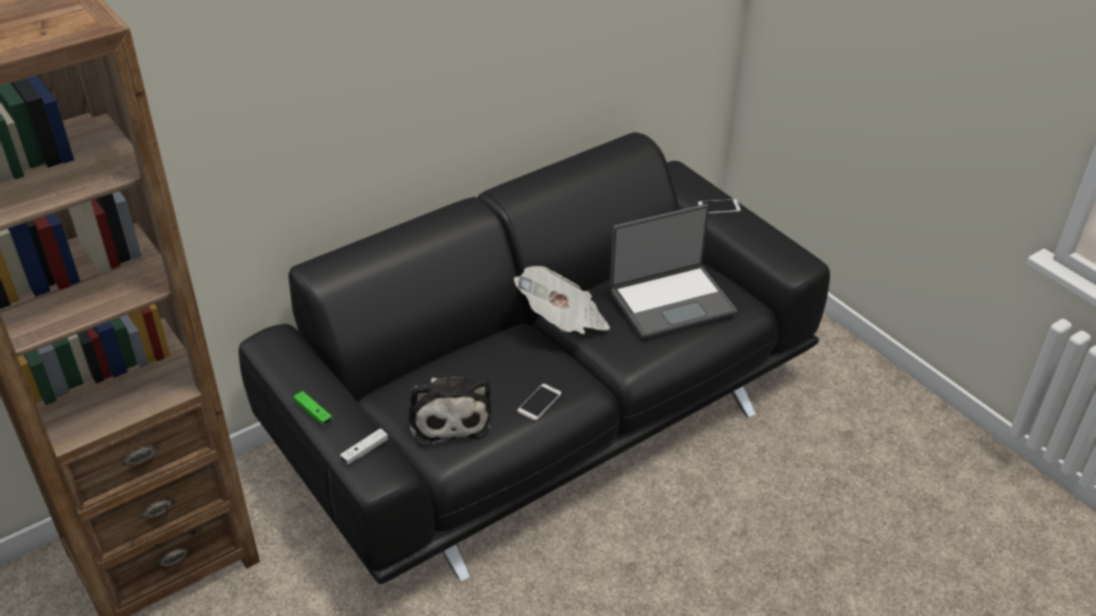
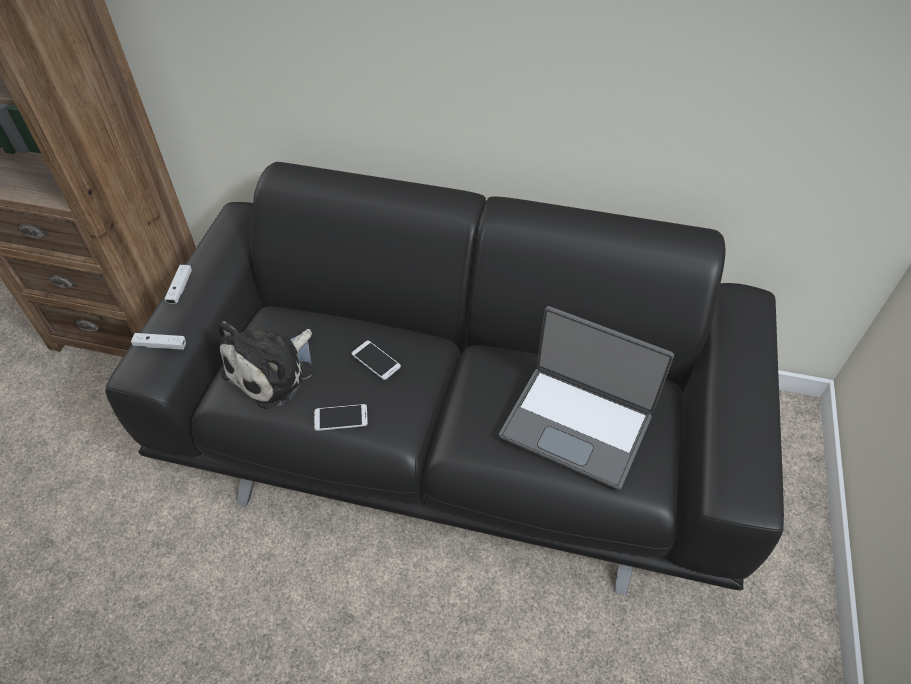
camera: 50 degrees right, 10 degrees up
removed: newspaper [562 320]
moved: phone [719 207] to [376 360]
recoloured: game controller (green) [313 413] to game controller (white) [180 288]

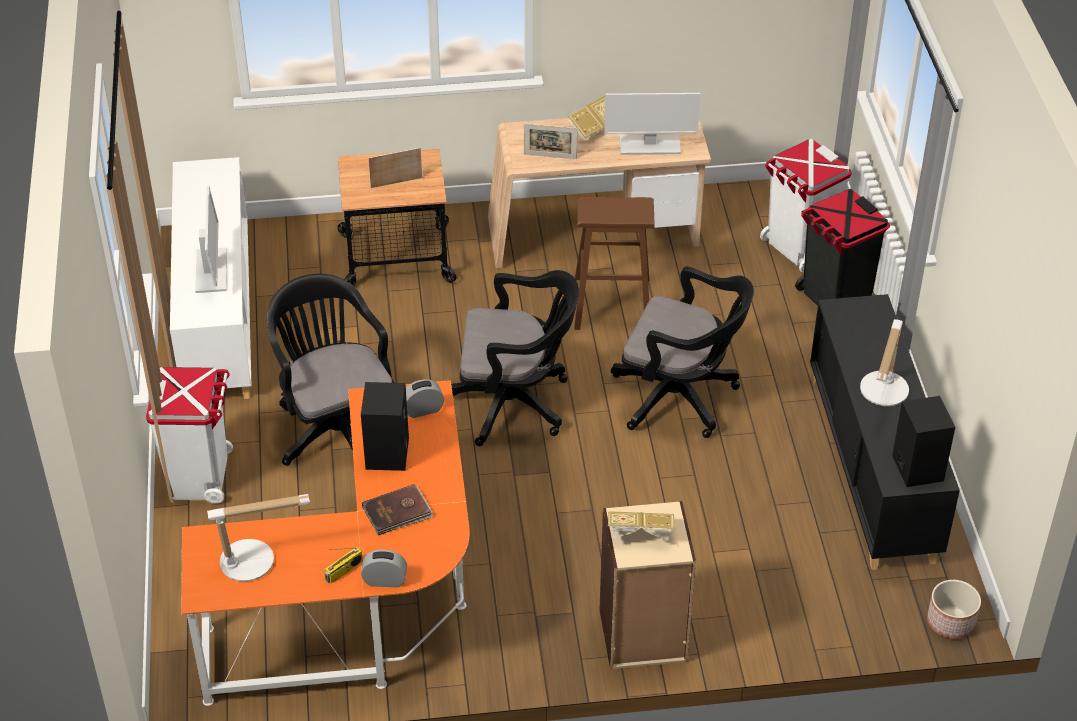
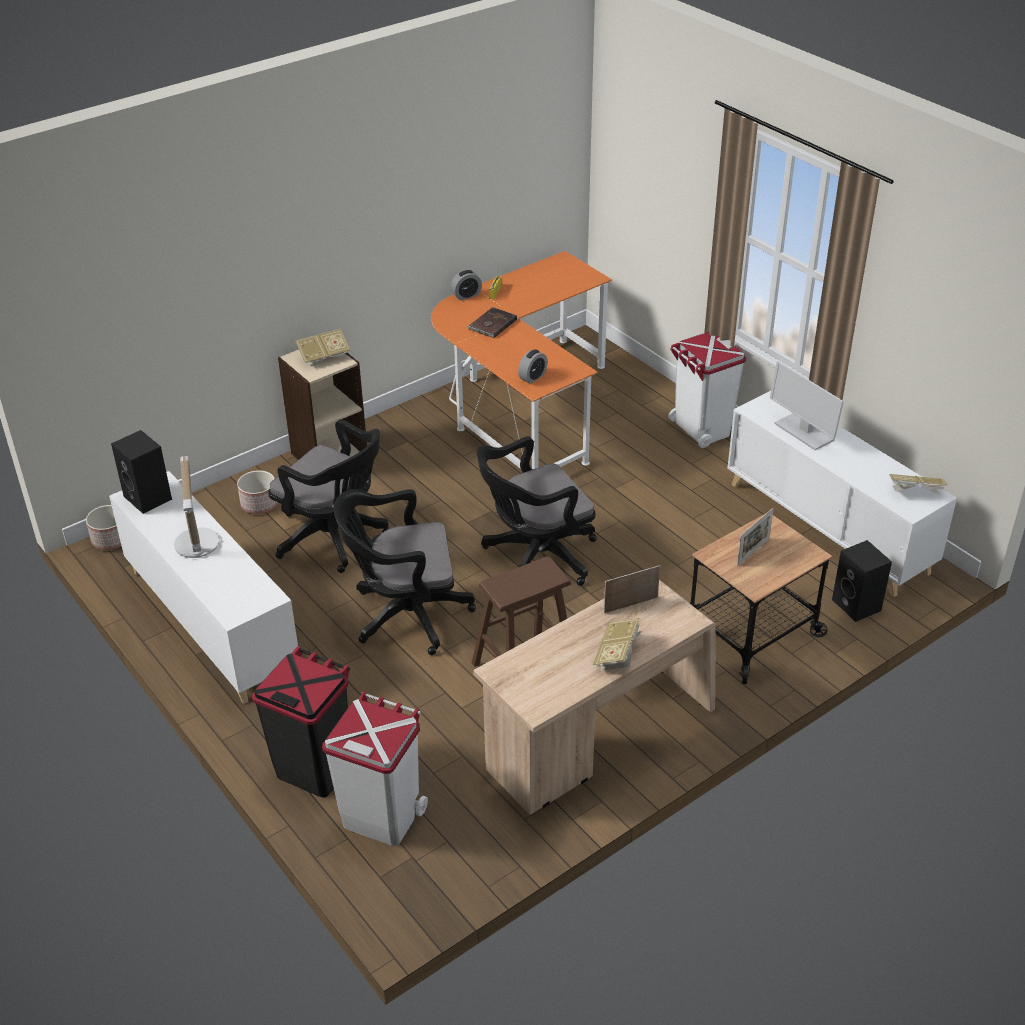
camera: 150 degrees right, 5 degrees down
removed: table lamp [254 561]; monitor [649 145]
added: planter [259 504]; book [915 493]
moved: office chair (black) [336 428] to [335 538]; speaker (black) [386 452] to [858 605]
recoloured: cabinet (black) [872 469] to cabinet (white) [211 622]

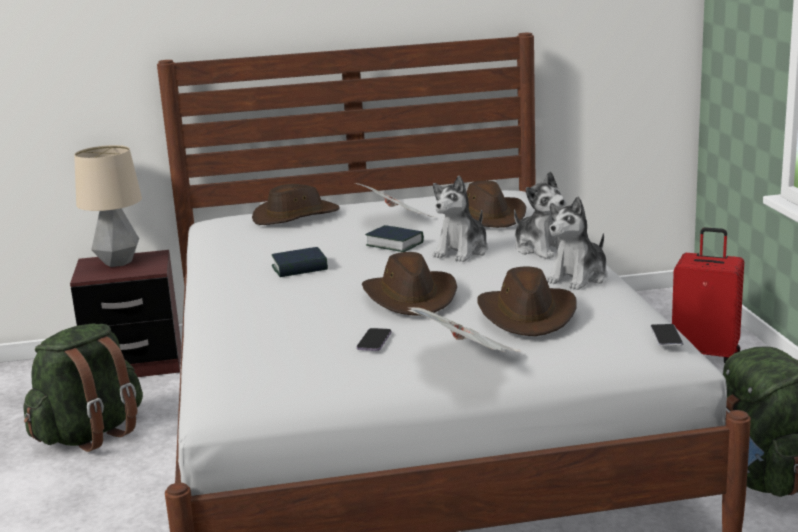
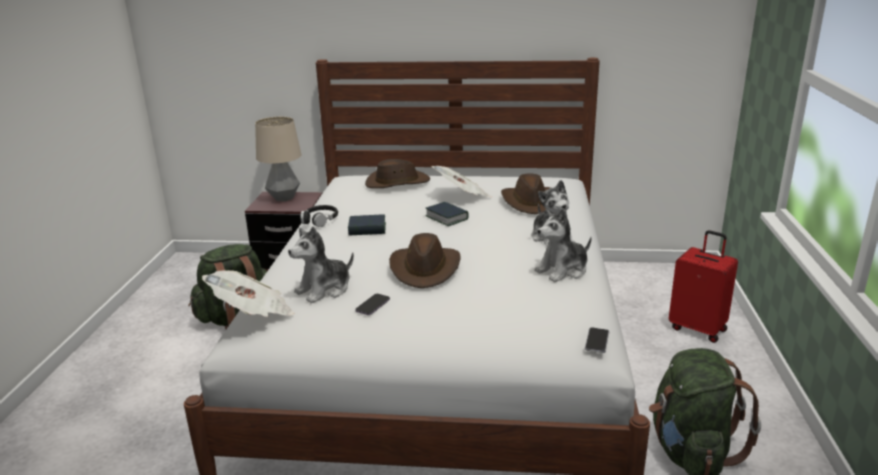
camera: 15 degrees right, 5 degrees up
removed: hat (brown) [527 315]
added: headphones (black) [320 220]
moved: newspaper [465 358] to [253 313]; plush toy [462 252] to [324 289]

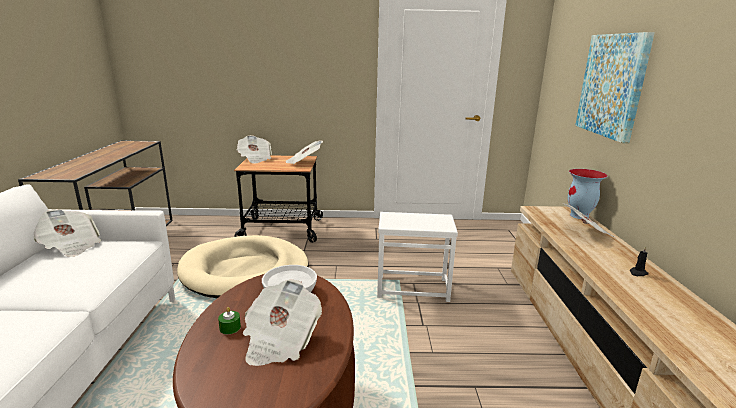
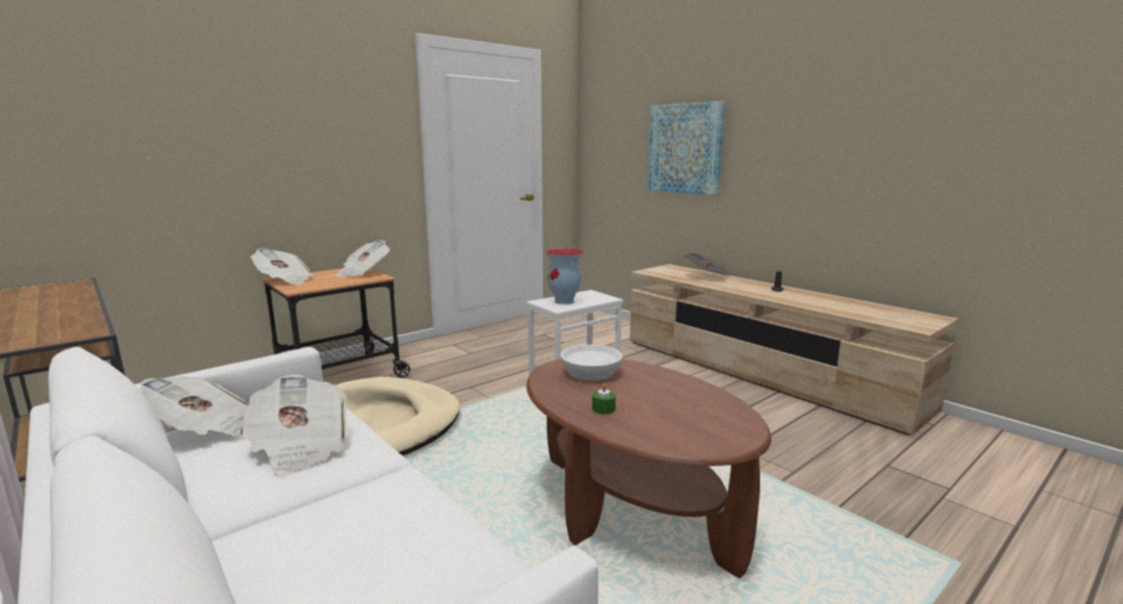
camera: 40 degrees left, 5 degrees down
moved: newspaper [280 340] to [299 448]; vase [579 216] to [565 302]

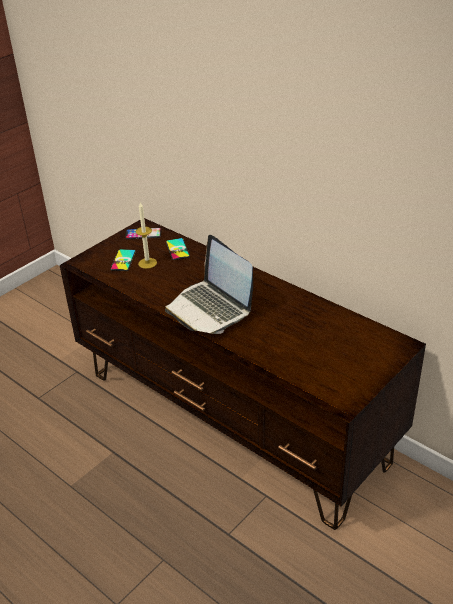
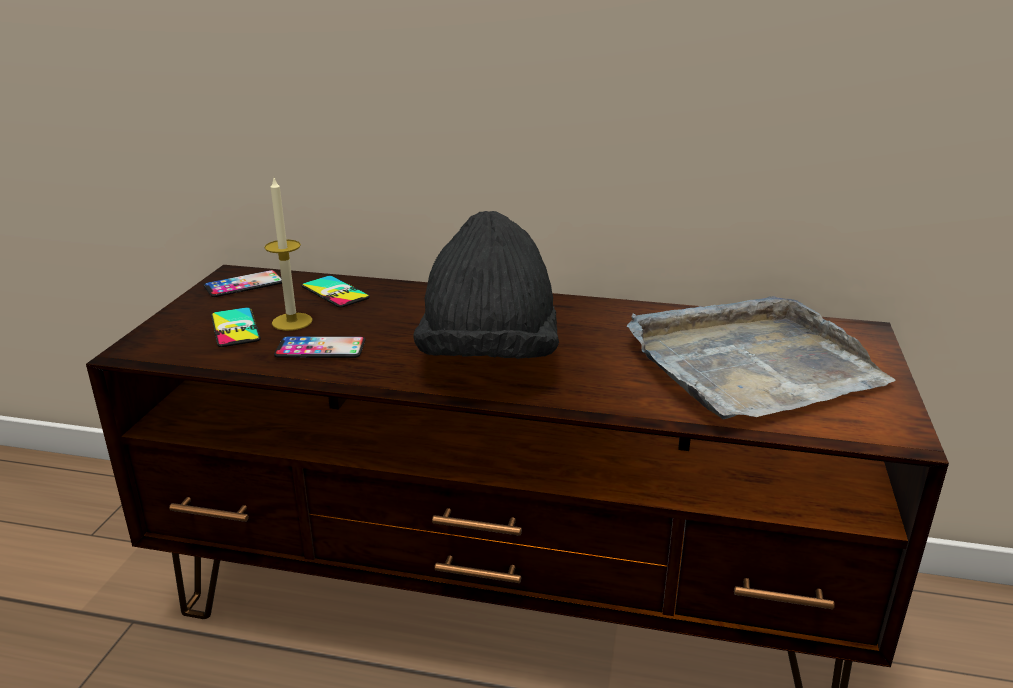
camera: 30 degrees left, 10 degrees down
added: phone [320 348]; tray (grey) [750 364]
replaced: laptop [210 308] to hat (black) [489 359]

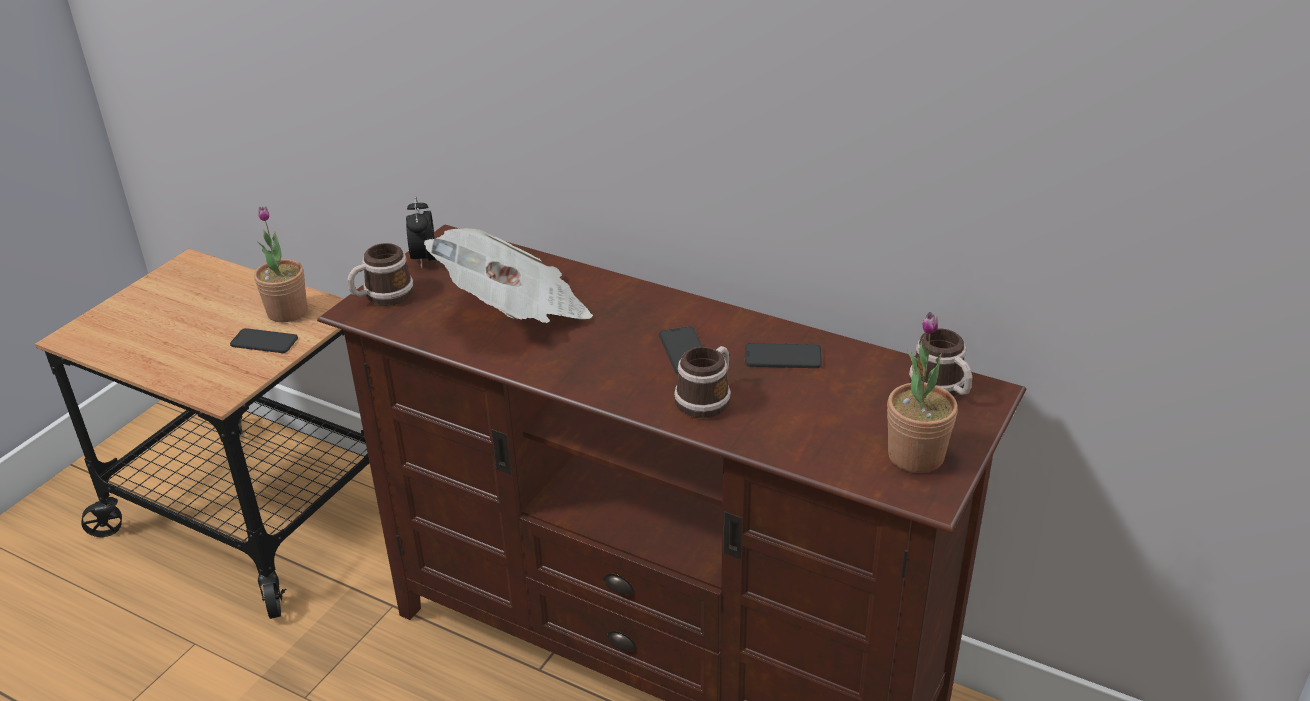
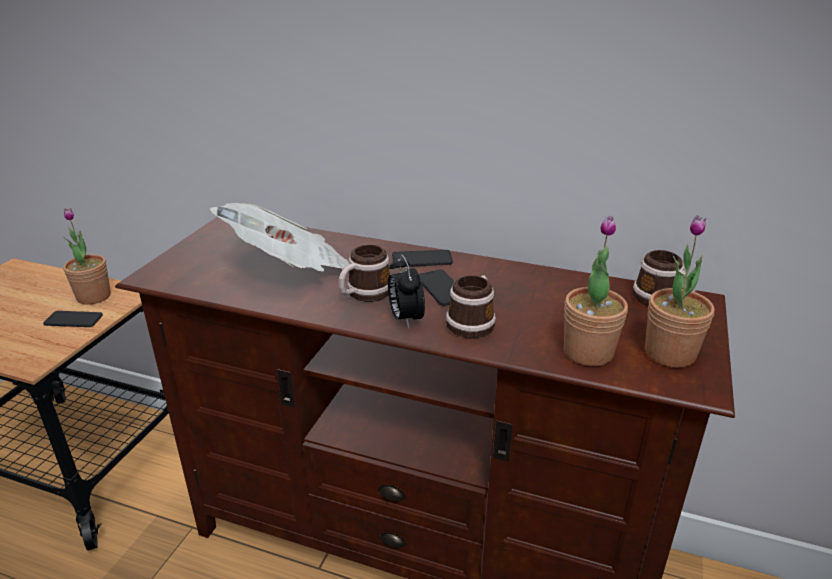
camera: 10 degrees left, 5 degrees down
added: potted plant [588 352]
moved: mug [382 296] to [364 294]; alarm clock [424 259] to [405 318]; phone [782 357] to [422 259]

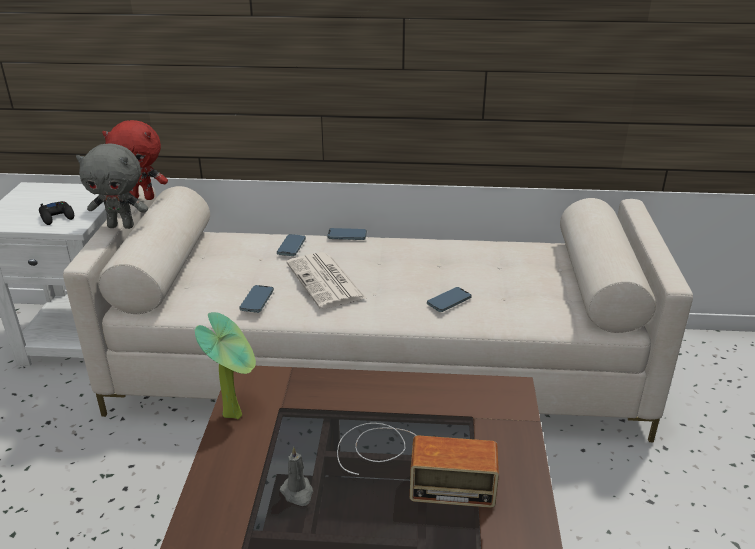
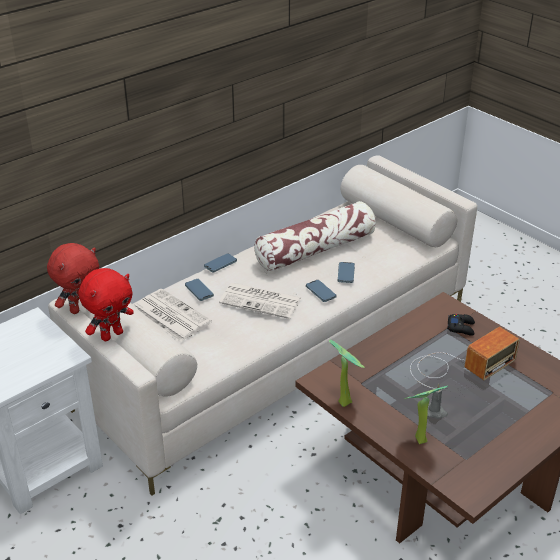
camera: 45 degrees left, 5 degrees up
added: newspaper [170 315]; pillow [316 249]; potted plant [417 439]
moved: phone [257 301] to [321 292]; game controller (black) [57 217] to [461 327]
recoloured: plush toy (grey) [122 226] to plush toy (red) [111 335]

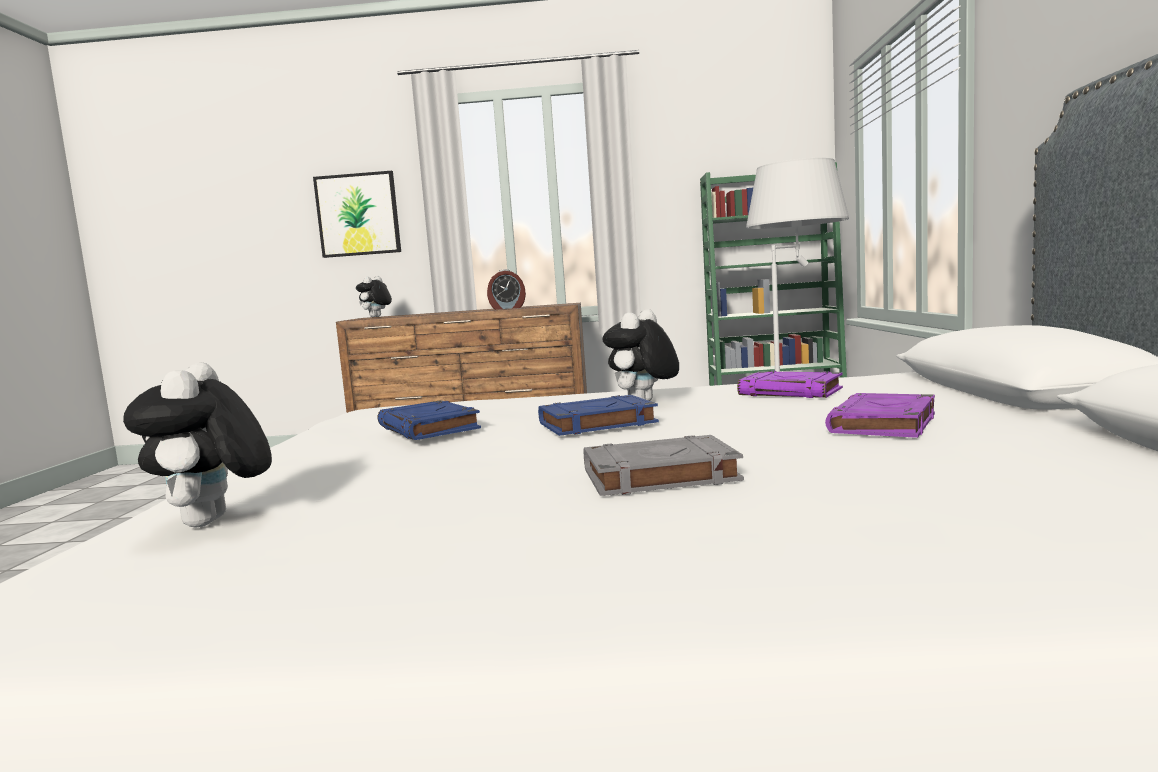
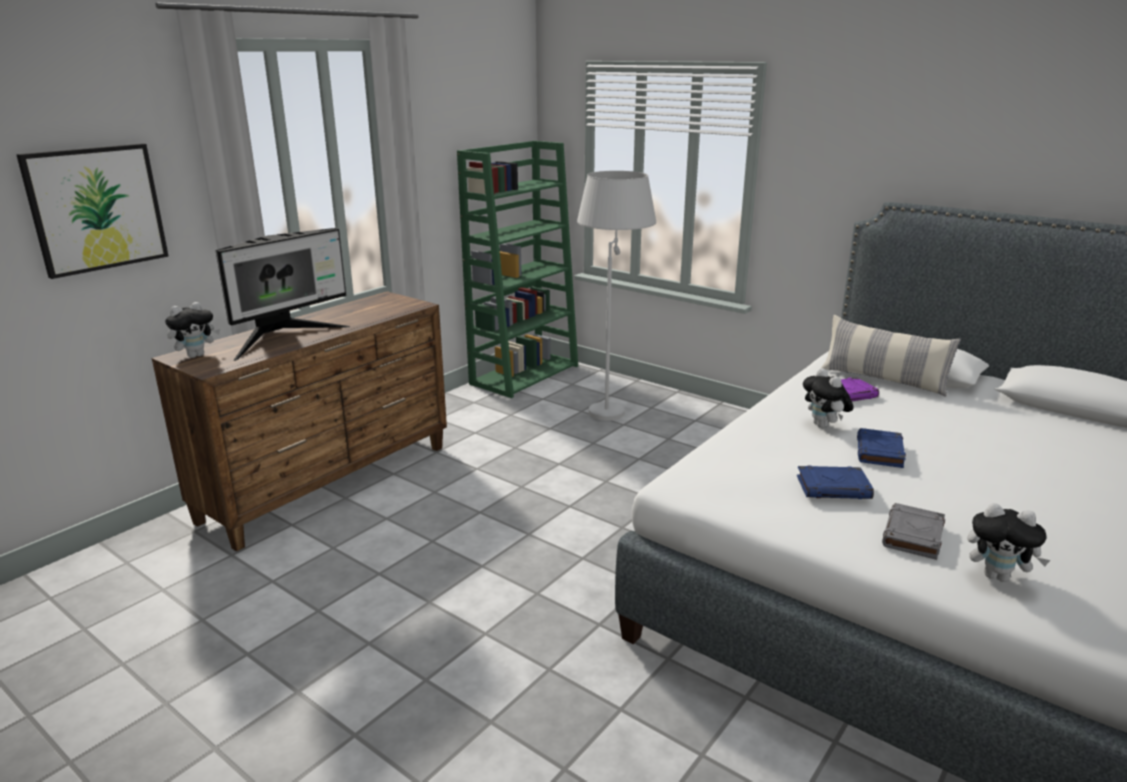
camera: 55 degrees left, 15 degrees up
removed: alarm clock [507 308]; book (purple) [883 424]
added: monitor [285 339]; pillow [883 380]
moved: book (grey) [658 476] to [913 536]
turned: plush toy [376 317] = [196 355] 105 degrees counterclockwise

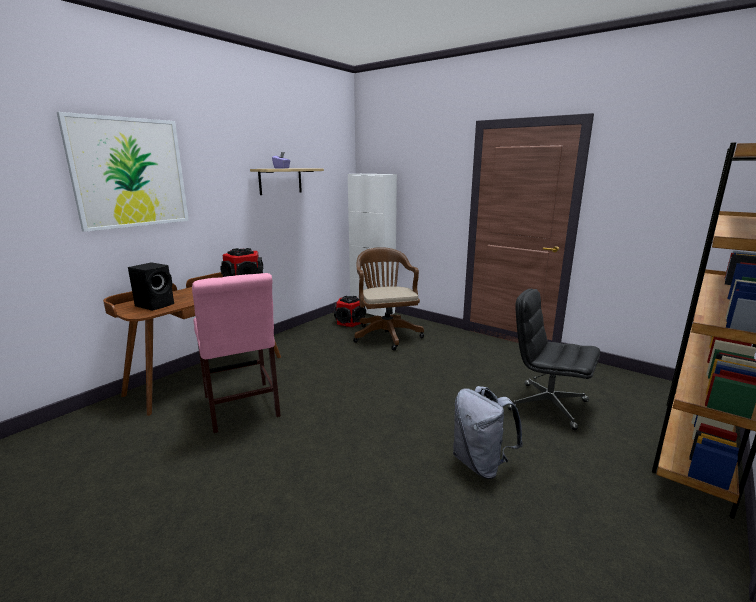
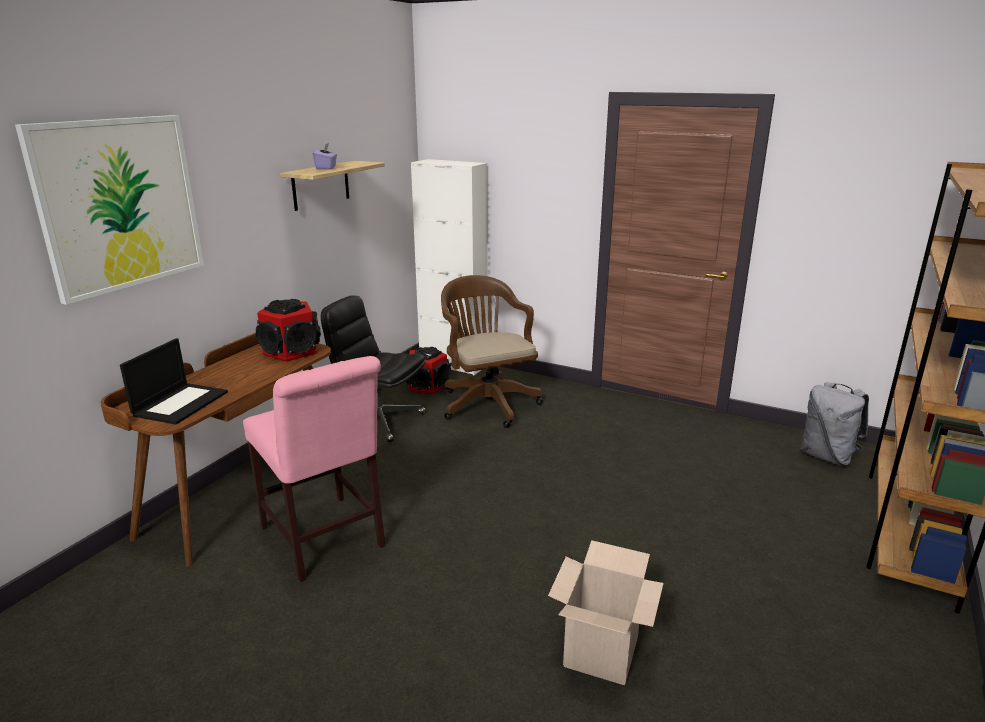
camera: 10 degrees left, 5 degrees up
added: cardboard box [601 651]
moved: office chair (black) [547 405] to [379 421]; backpack (grey) [481 464] to [827 456]
replaced: speaker (black) [156 305] to laptop [181 403]

